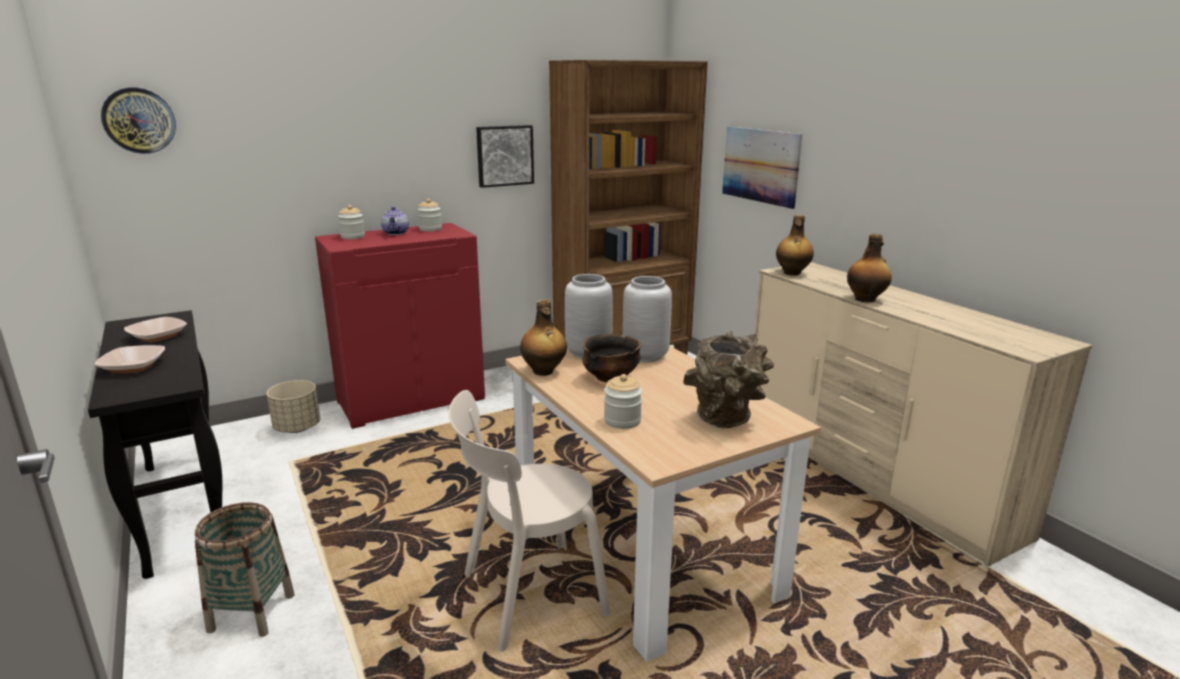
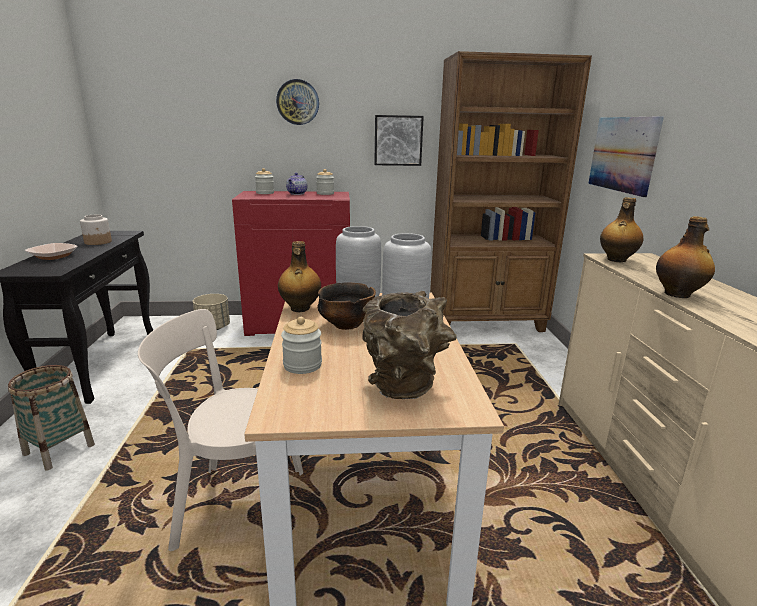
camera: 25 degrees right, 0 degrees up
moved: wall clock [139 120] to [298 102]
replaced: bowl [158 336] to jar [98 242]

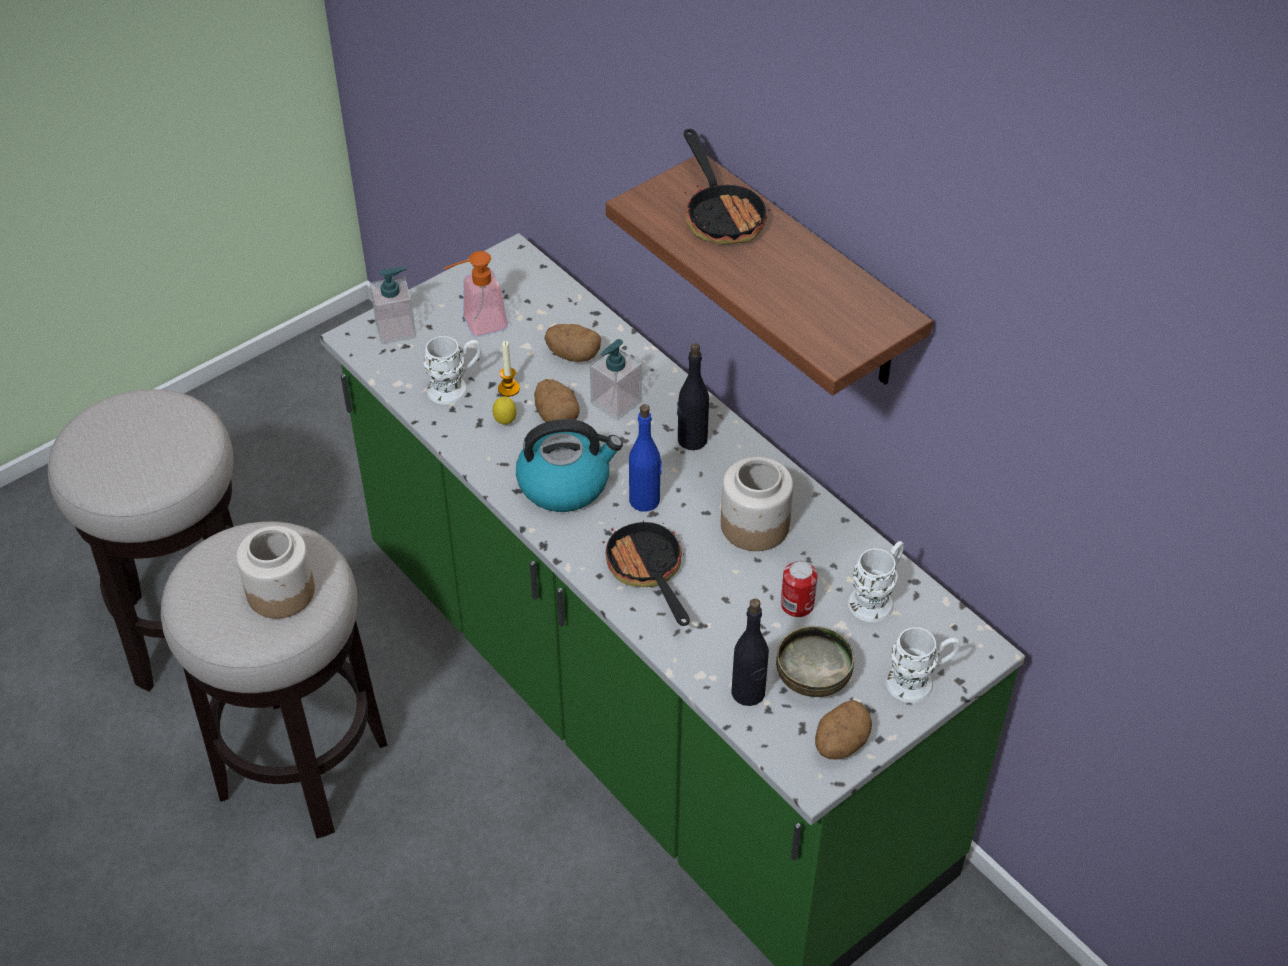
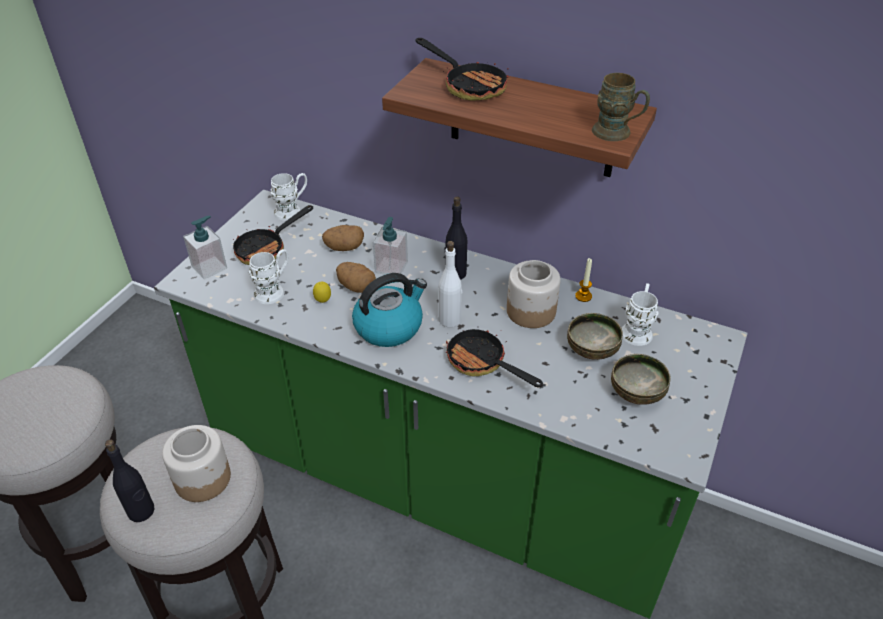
camera: 25 degrees left, 5 degrees down
removed: potato [840 743]
added: mug (brown) [617 134]
moved: bottle (black) [748 693] to [141 511]; mug (white) [918 682] to [292 210]; candle [508 389] to [583 296]
replaced: soap dispenser [477 325] to frying pan [267 248]; can [797 605] to bowl [592 350]
recoloured: bottle (blue) [645 500] to bottle (white) [450 319]

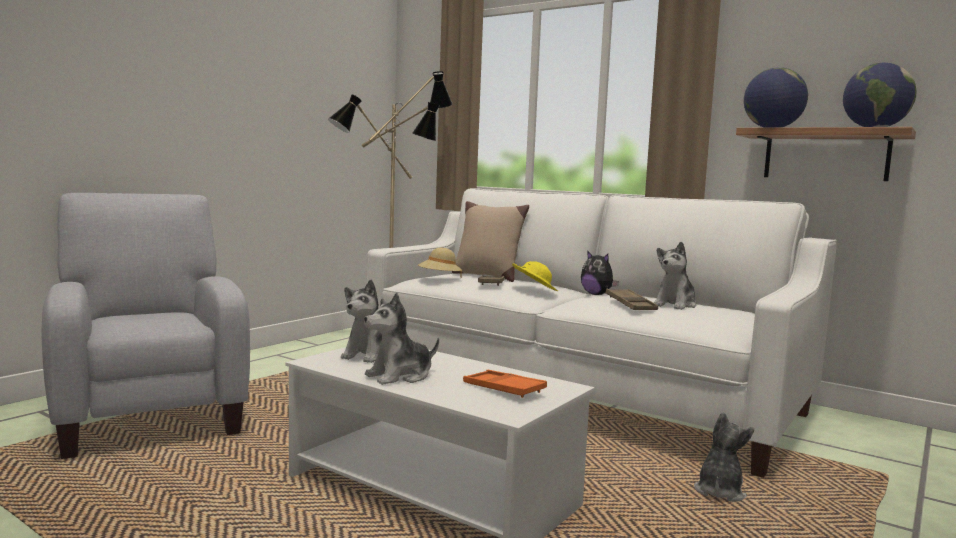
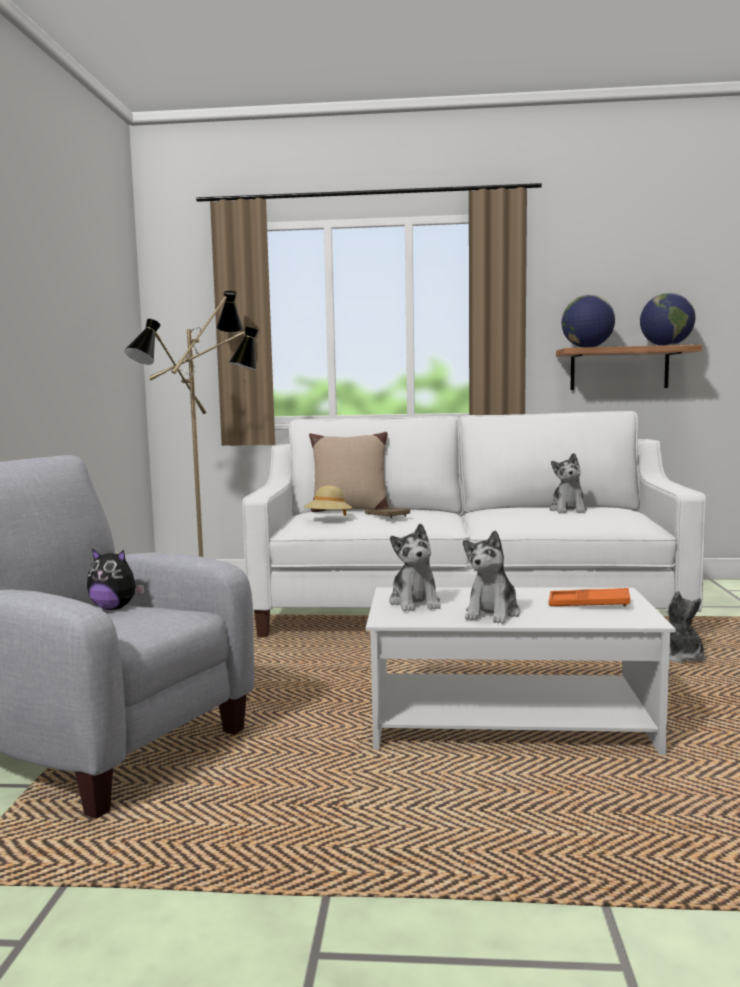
camera: 30 degrees left, 0 degrees up
removed: hat (yellow) [534 290]; tray (brown) [630 304]
moved: plush toy [597 294] to [115 608]

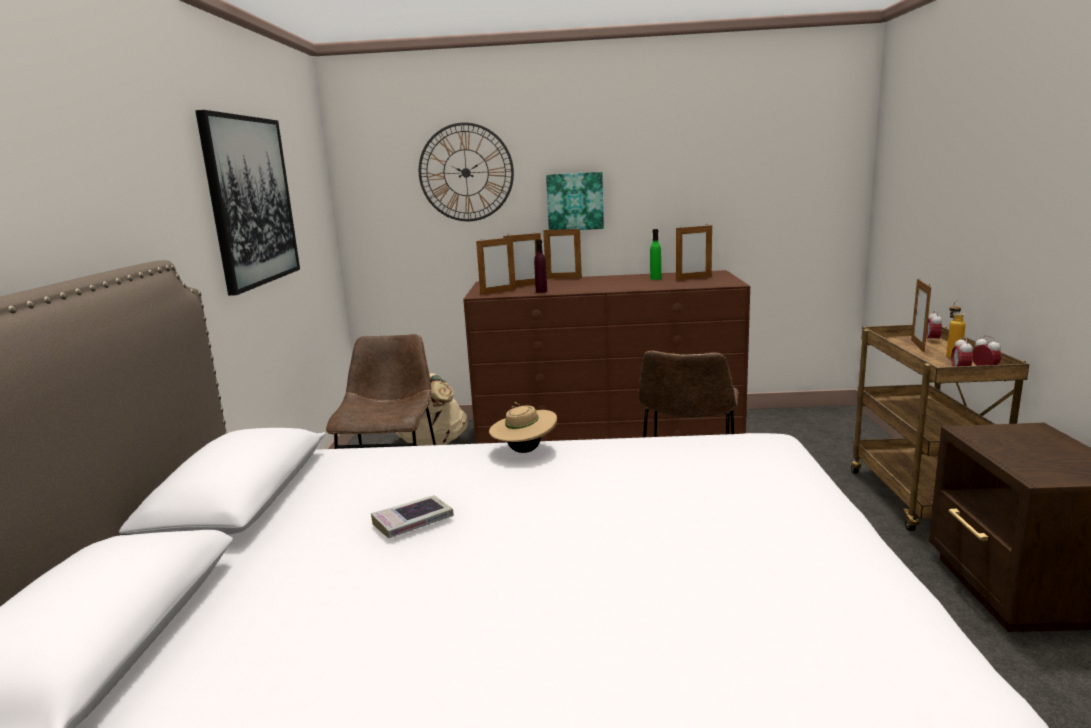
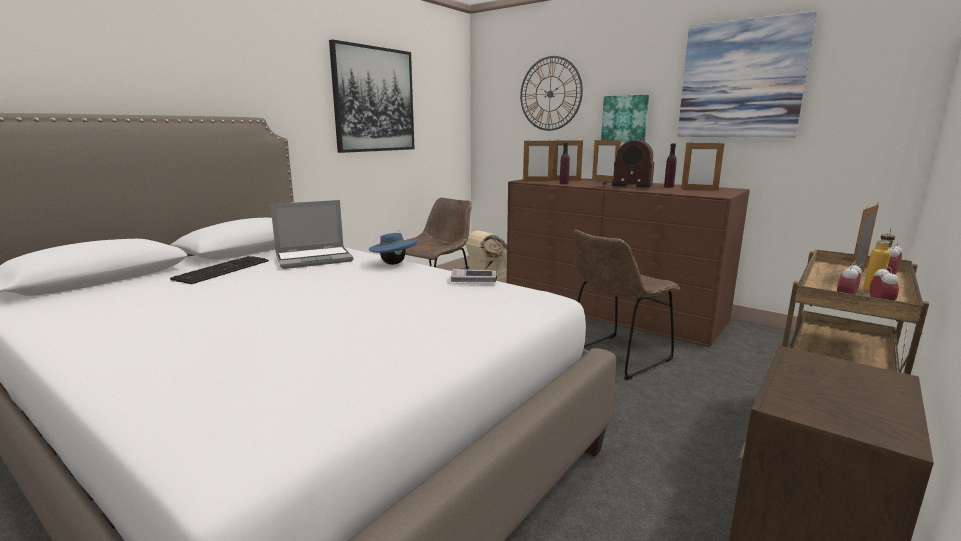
camera: 35 degrees right, 0 degrees up
added: keyboard [222 269]; laptop [315 259]; radio [626 185]; picture [741 80]
moved: book [413 522] to [473 280]
recoloured: hat (beige) [524 450] to hat (blue) [393 264]; bottle (green) [655 278] to bottle (purple) [668 186]

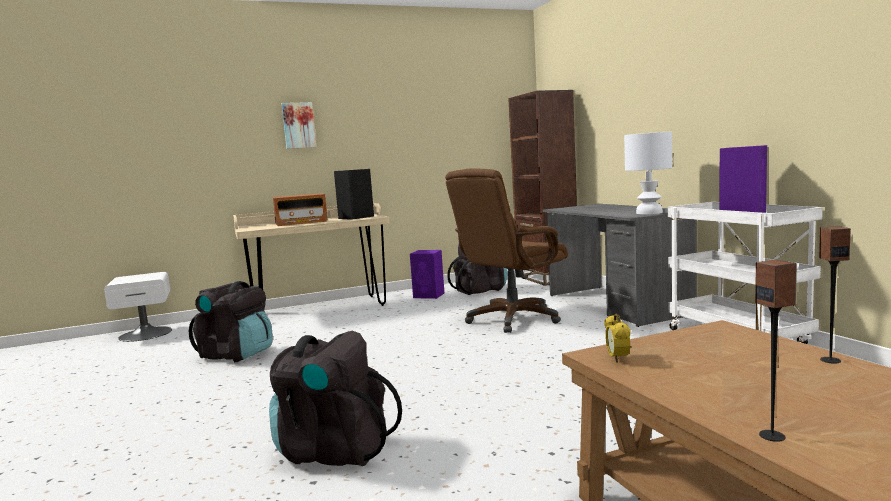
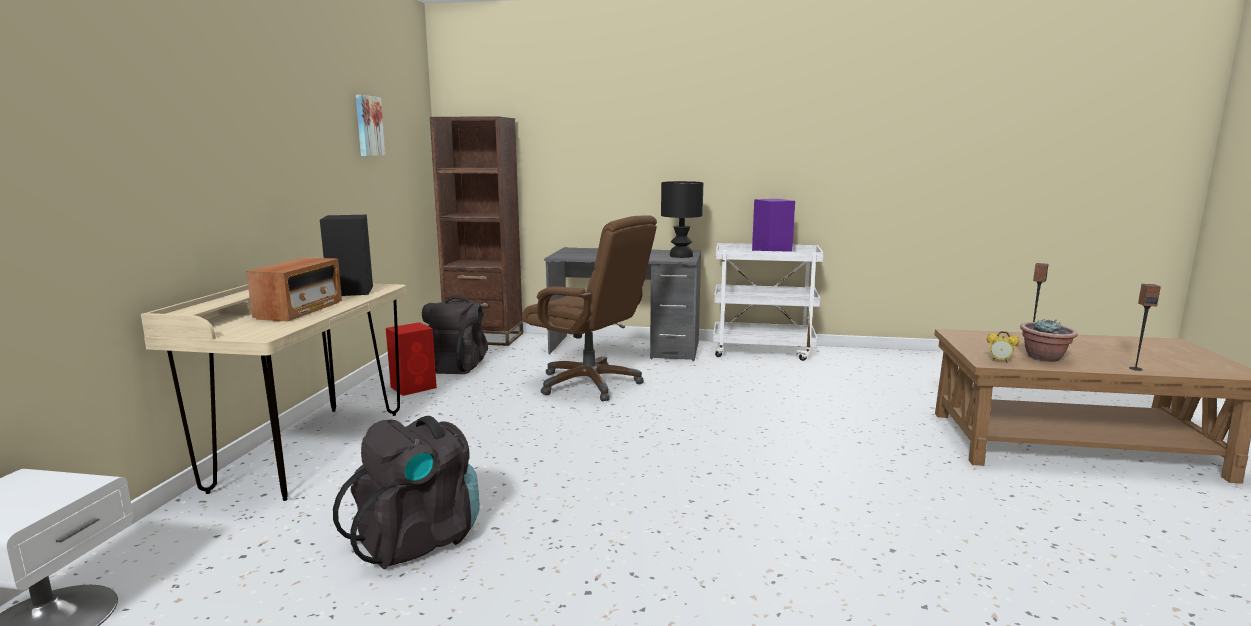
camera: 60 degrees left, 5 degrees up
removed: backpack (black) [333 450]
added: potted plant [1044 358]
moved: picture [298 125] to [368 126]
recoloured: speaker (purple) [429 295] to speaker (red) [414 387]; table lamp (white) [648 213] to table lamp (black) [680 256]
turned: office chair (brown) [512 319] = [590 384] 45 degrees counterclockwise

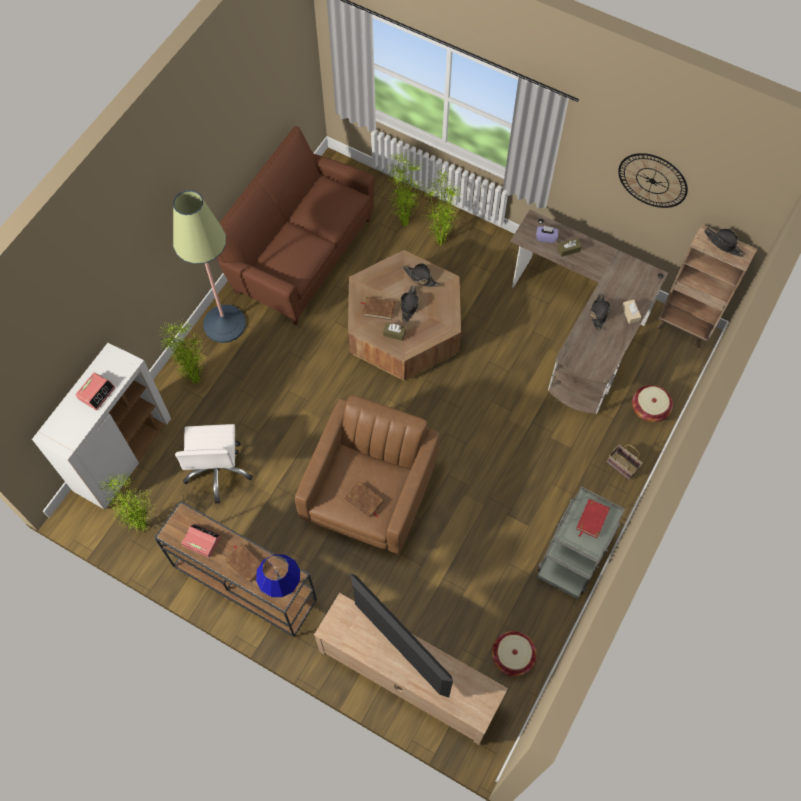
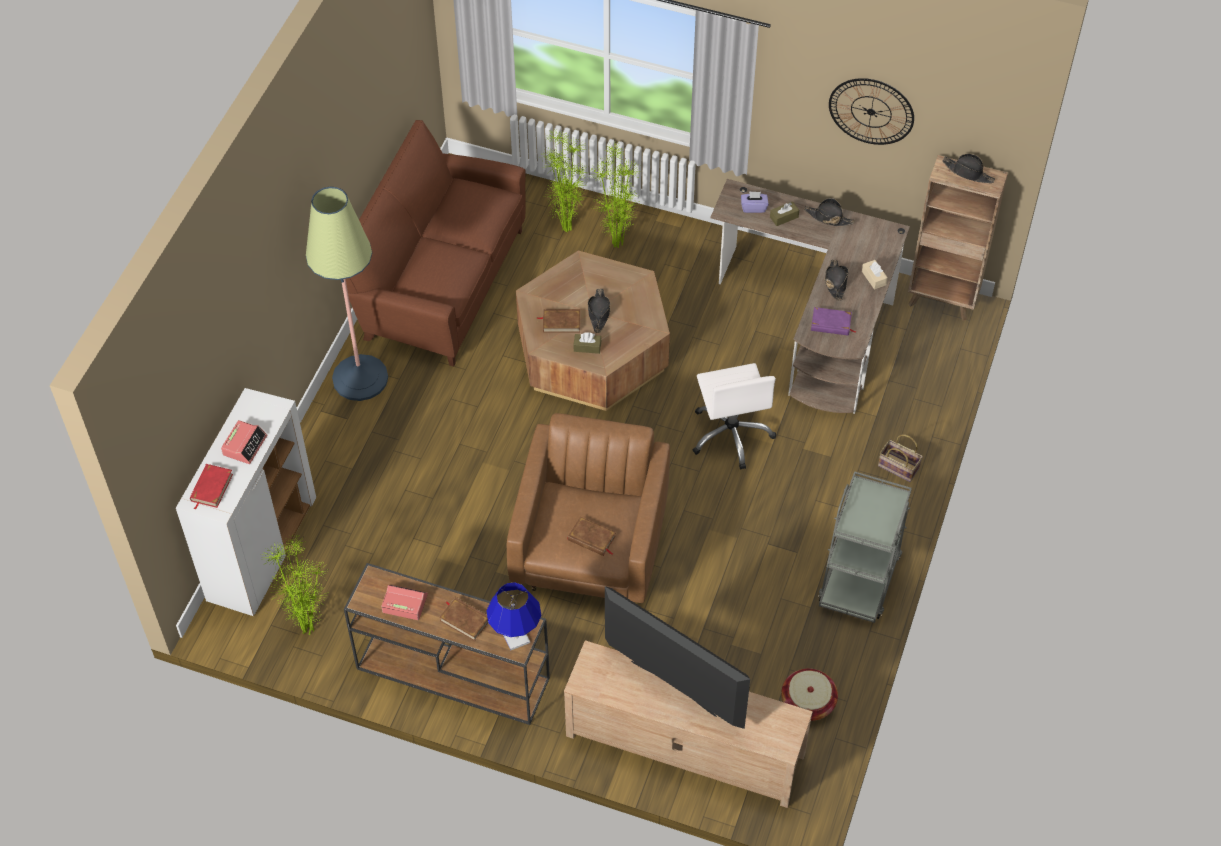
camera: 10 degrees left, 10 degrees down
removed: potted plant [195 381]; basket [649 408]
added: book (purple) [831 324]
moved: book (red) [592 519] to [211 488]; office chair (white) [218 470] to [731 434]; hat (black) [420 277] to [828 217]

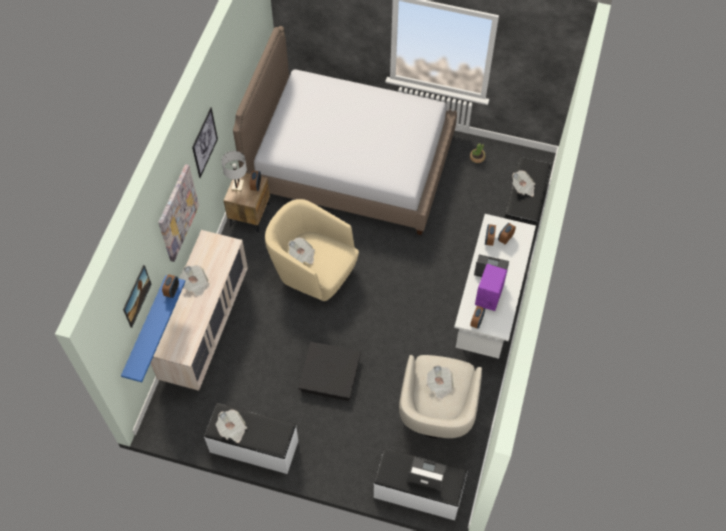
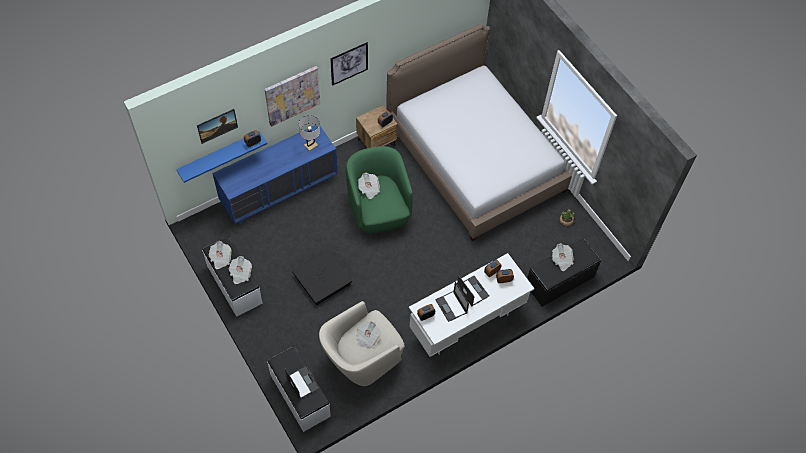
camera: 40 degrees right, 0 degrees up
moved: newspaper [195 284] to [240 273]; table lamp (white) [238 185] to [311 145]
replaced: speaker (purple) [488 296] to laptop [451 306]
recoloured: dresser (beige) [205 327] to dresser (blue) [279 191]; armchair (beige) [313 271] to armchair (green) [379 209]

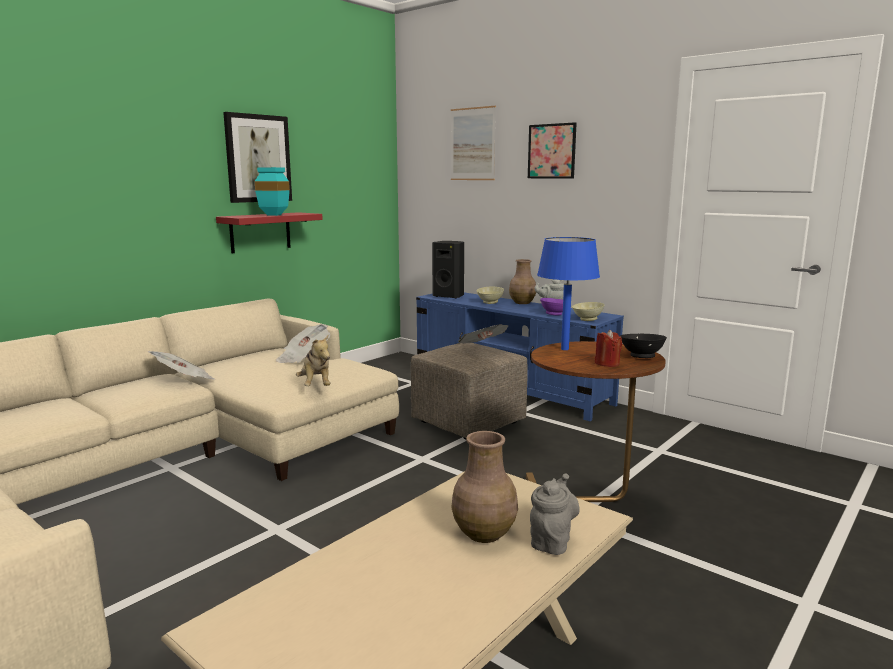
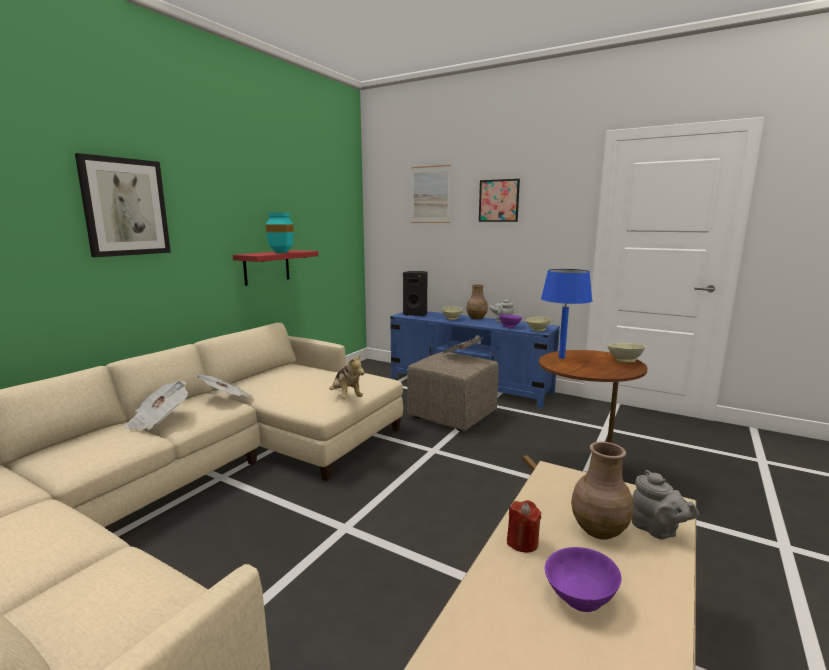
camera: 10 degrees left, 0 degrees up
added: bowl (purple) [578 598]
moved: picture [258 158] to [125 207]; newspaper [303 358] to [158 420]; candle (red) [607 363] to [522 542]
recoloured: bowl (black) [642 356] to bowl (beige) [624 361]
turned: teapot (grey) [551 540] = [656 530] 135 degrees clockwise

